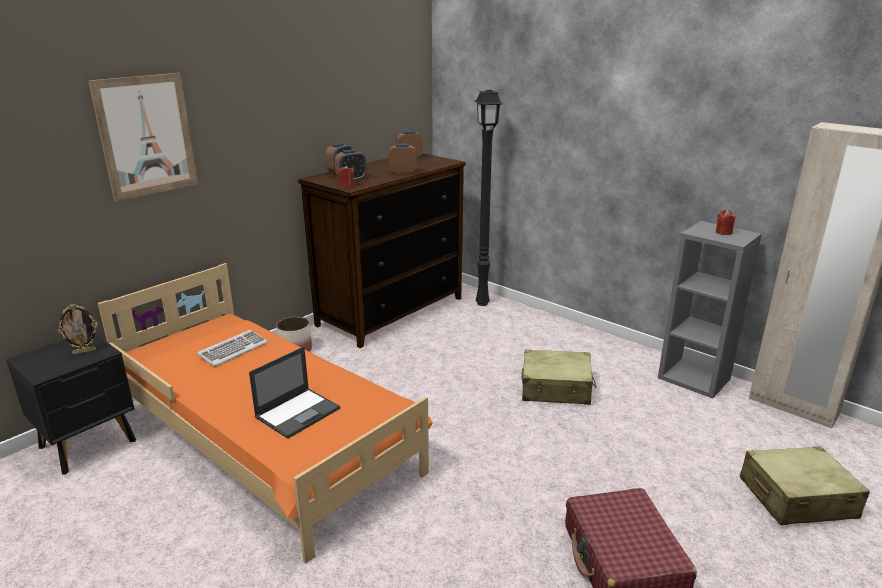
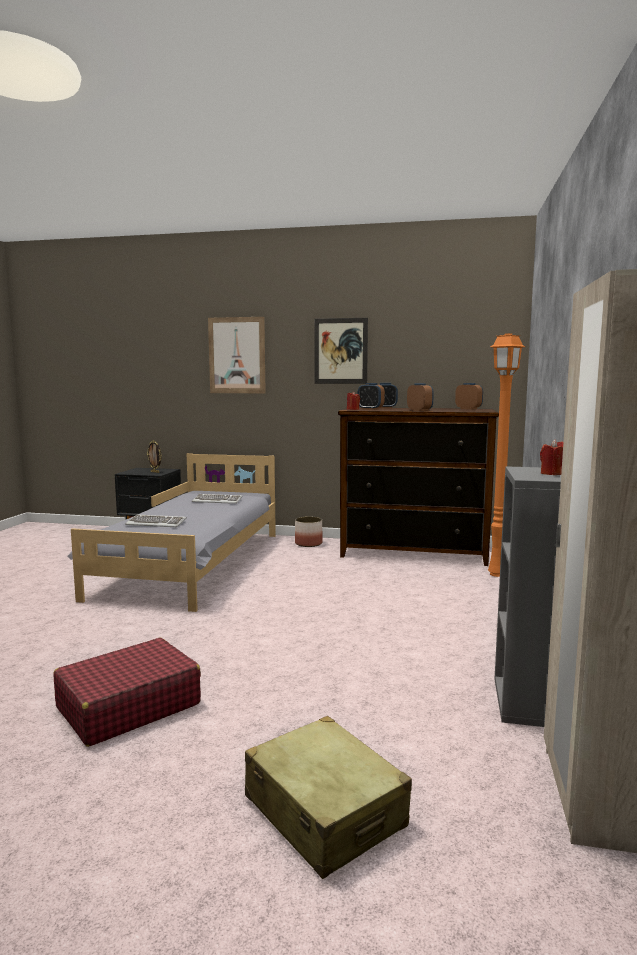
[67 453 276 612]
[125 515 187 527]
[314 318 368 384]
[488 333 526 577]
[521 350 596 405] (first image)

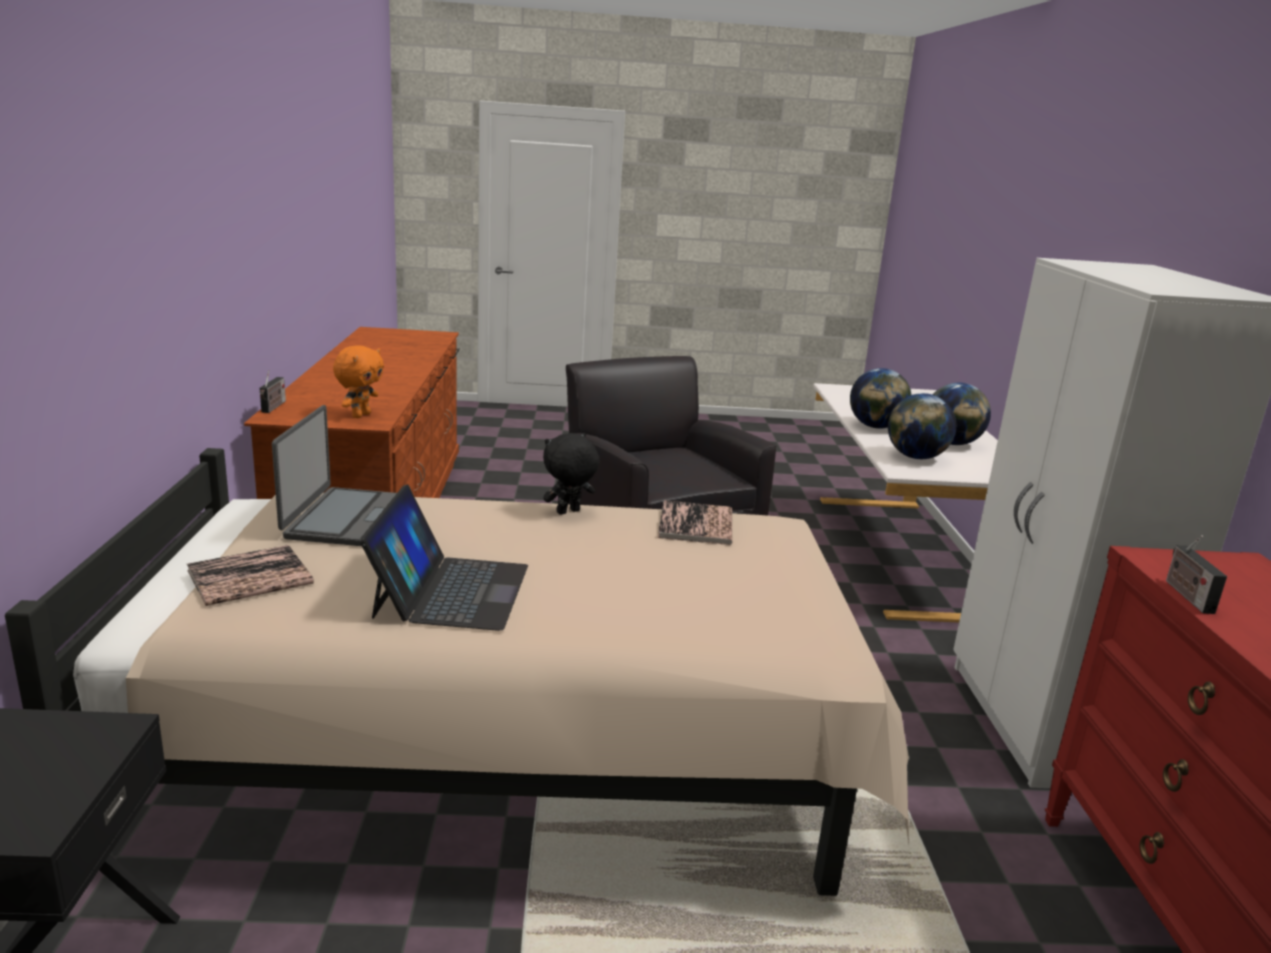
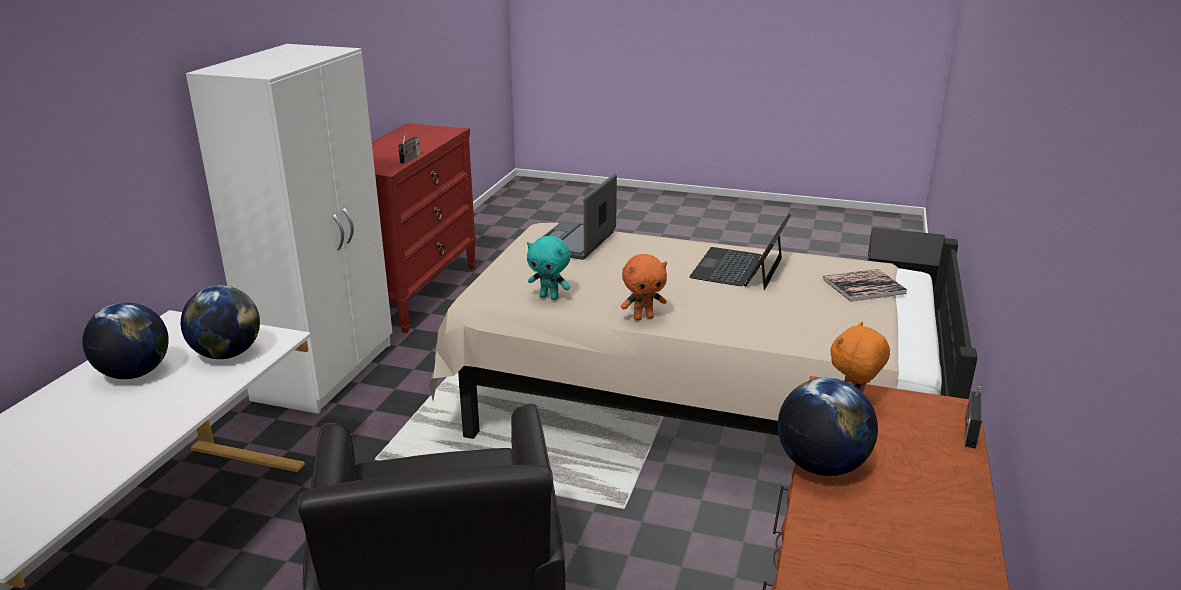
[527 236 571 300]
[542 174 617 260]
[621 254 667 321]
[778 378 878 476]

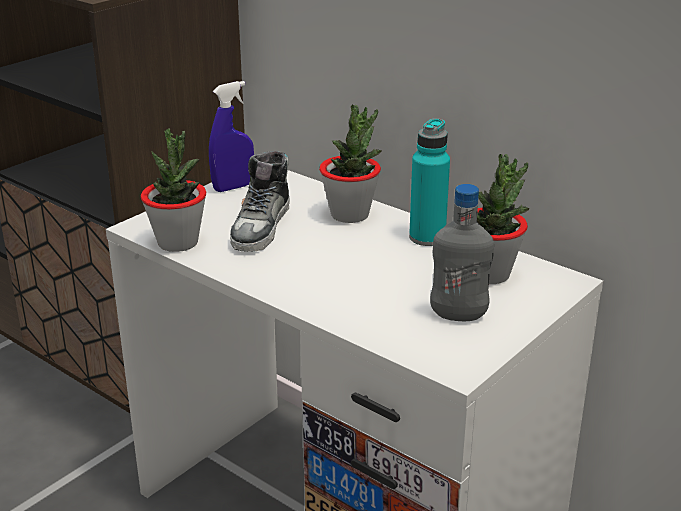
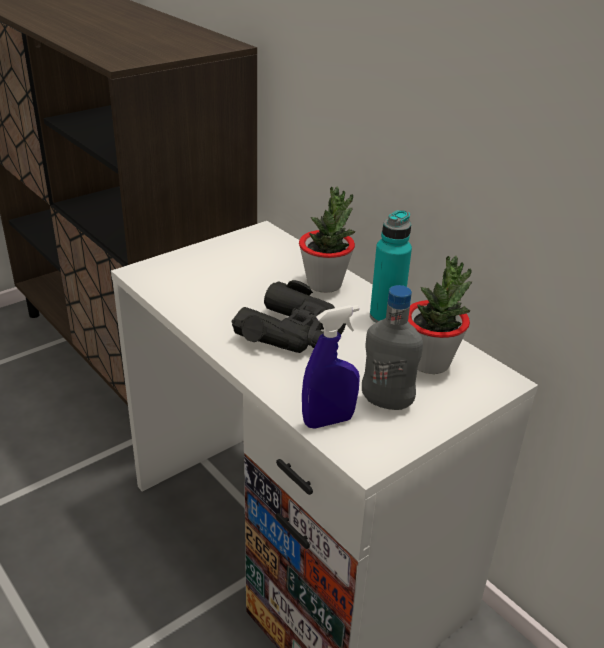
[232 280 346 353]
[302 305 360 429]
[141 128 206 252] (first image)
[230 151 290 252] (first image)

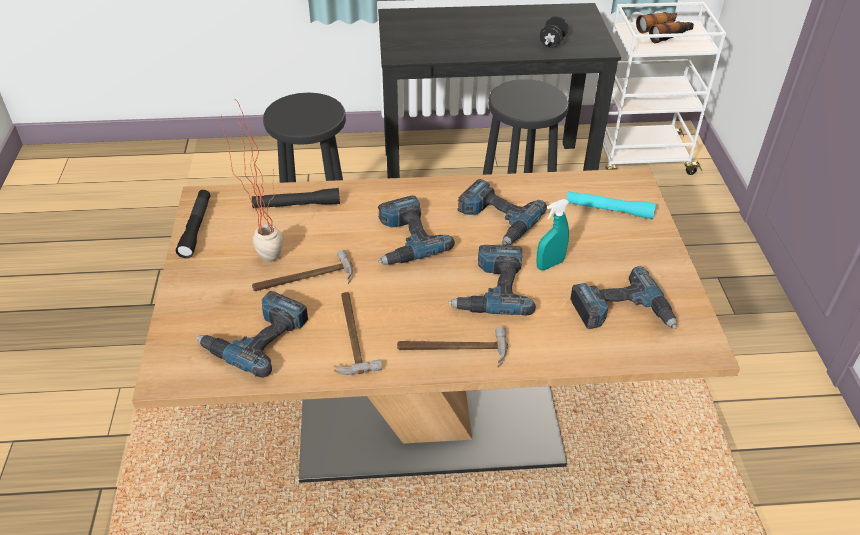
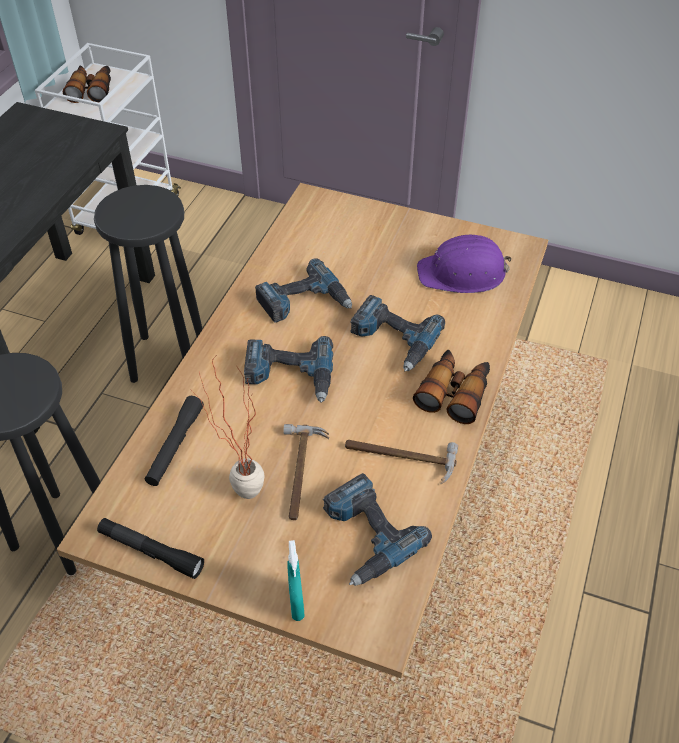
[287 540 305 621]
[413 350 490 424]
[417 235 512 293]
[540 16 568 48] (first image)
[566 191 656 219] (first image)

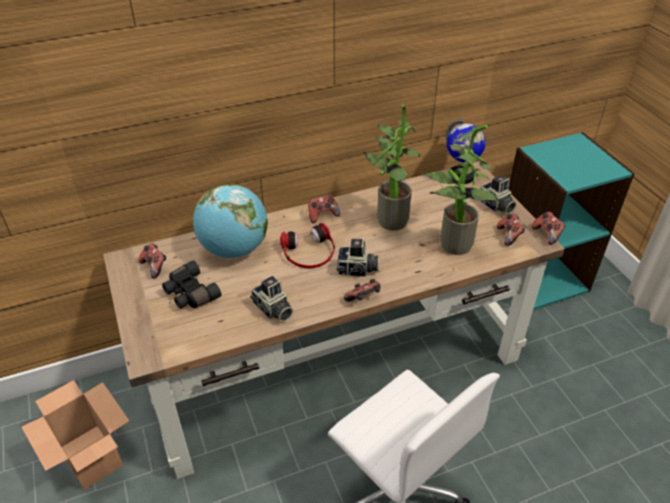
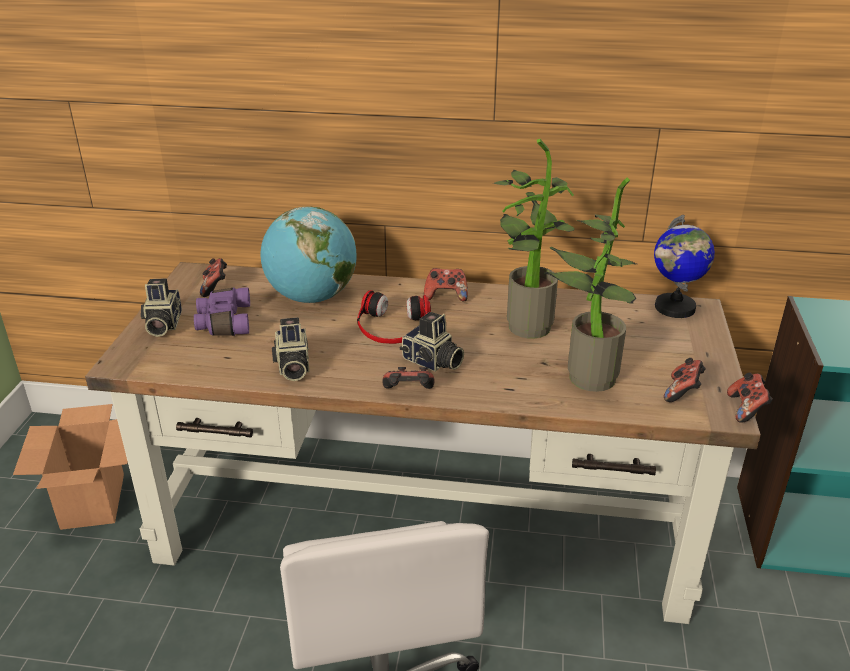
[141 278 182 337]
[194 287 250 336]

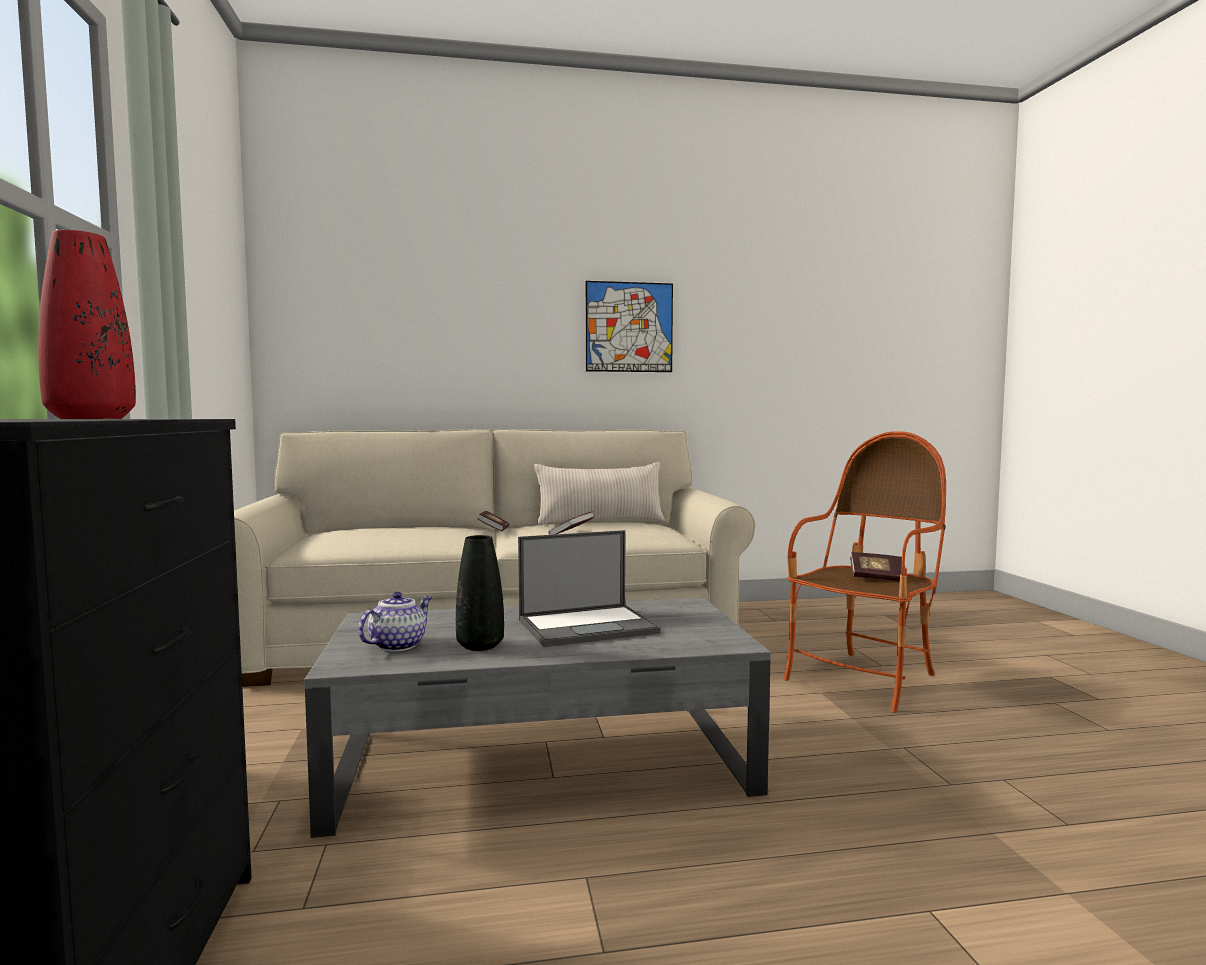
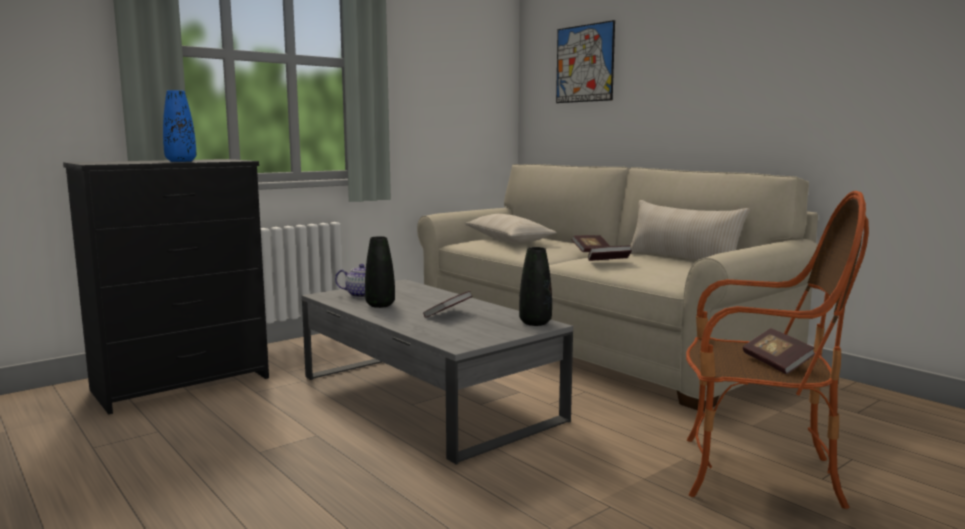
[163 90 196 162]
[423 291 472 318]
[465 214 557 243]
[519 247 552 326]
[556 20 615 103]

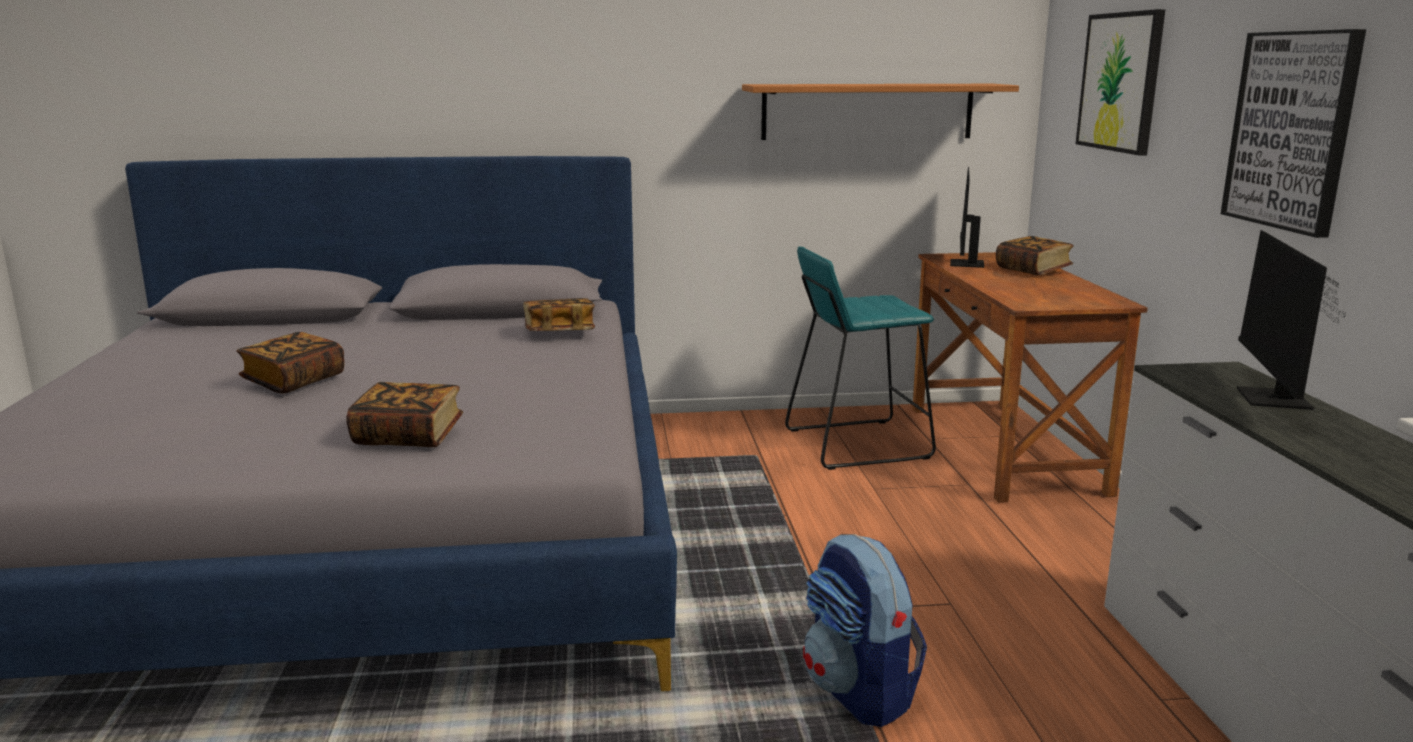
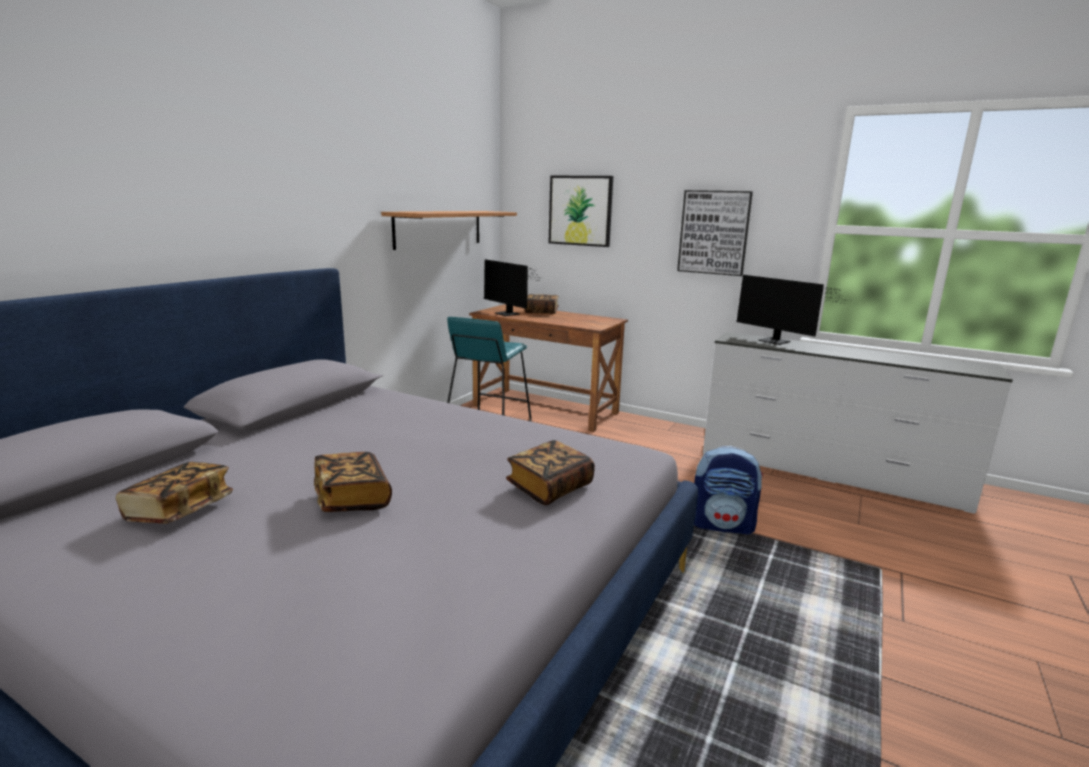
[116 462 233 524]

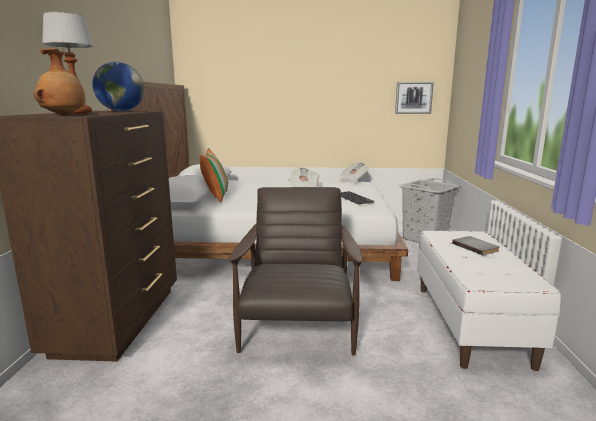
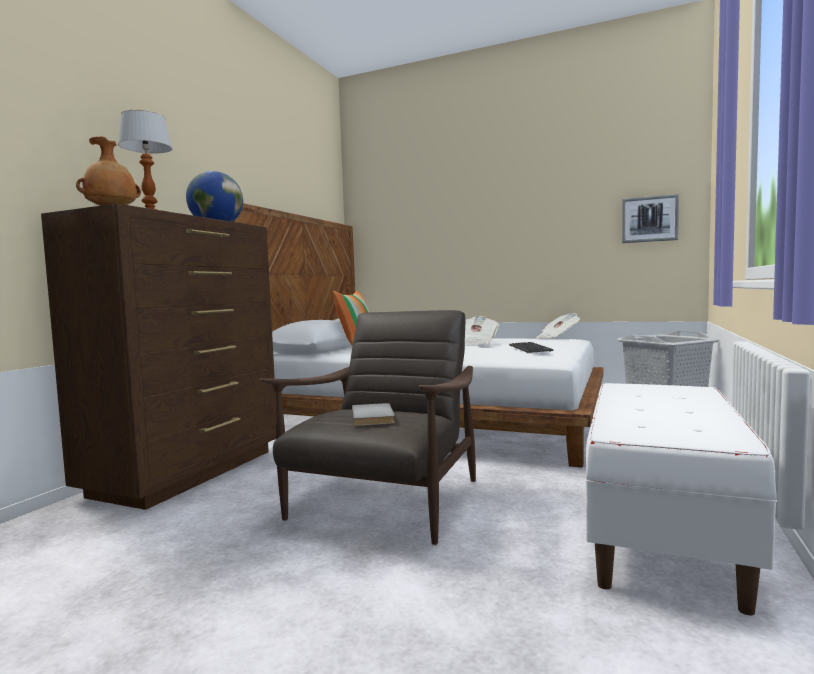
[352 403 395 426]

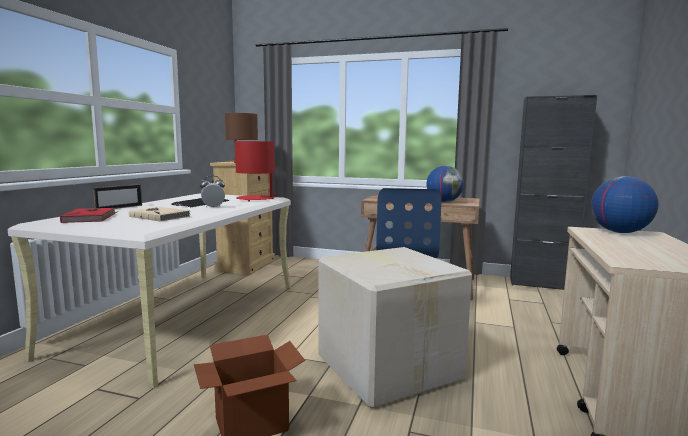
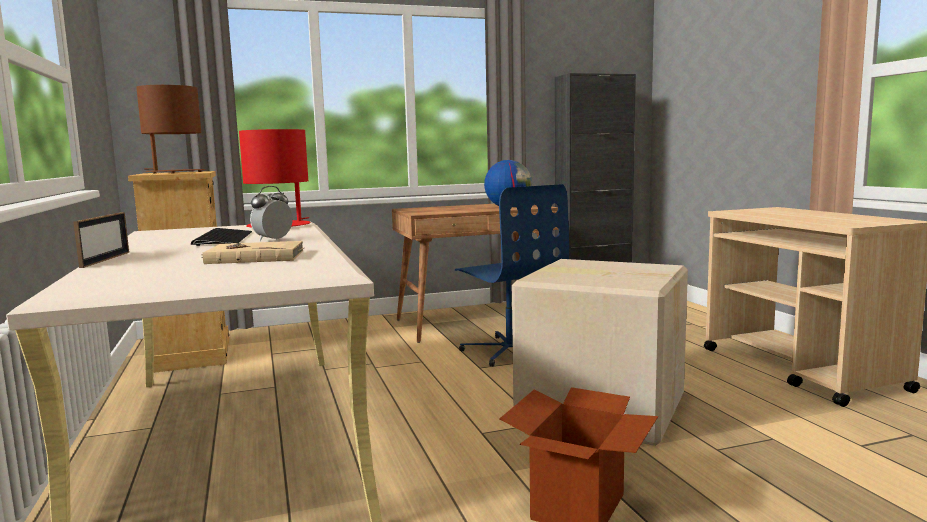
[60 208 117 223] (first image)
[591 176 658 233] (first image)

